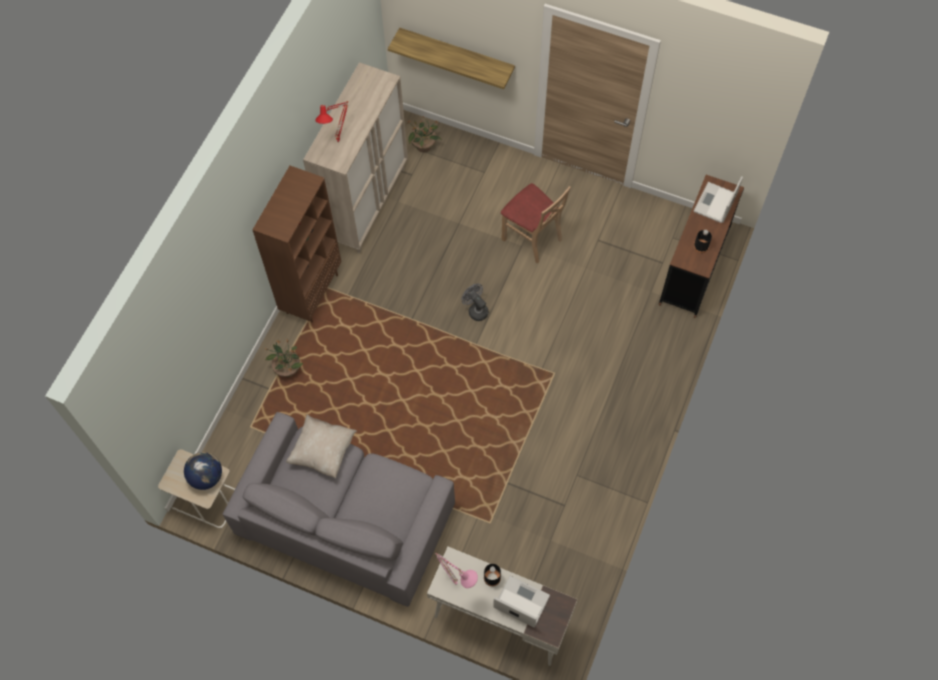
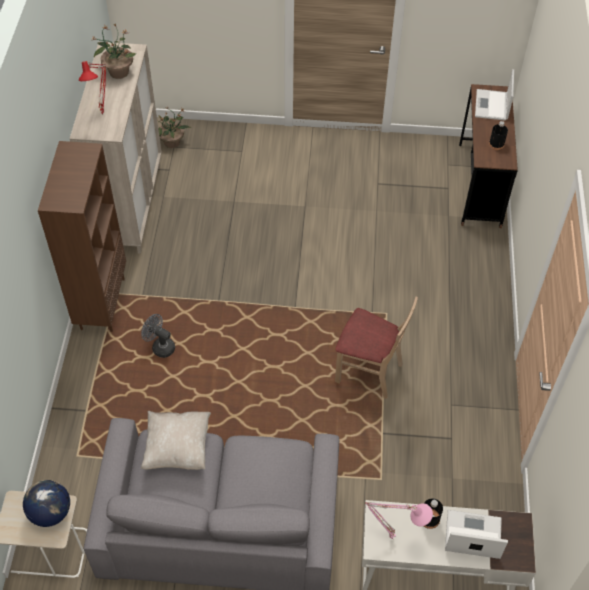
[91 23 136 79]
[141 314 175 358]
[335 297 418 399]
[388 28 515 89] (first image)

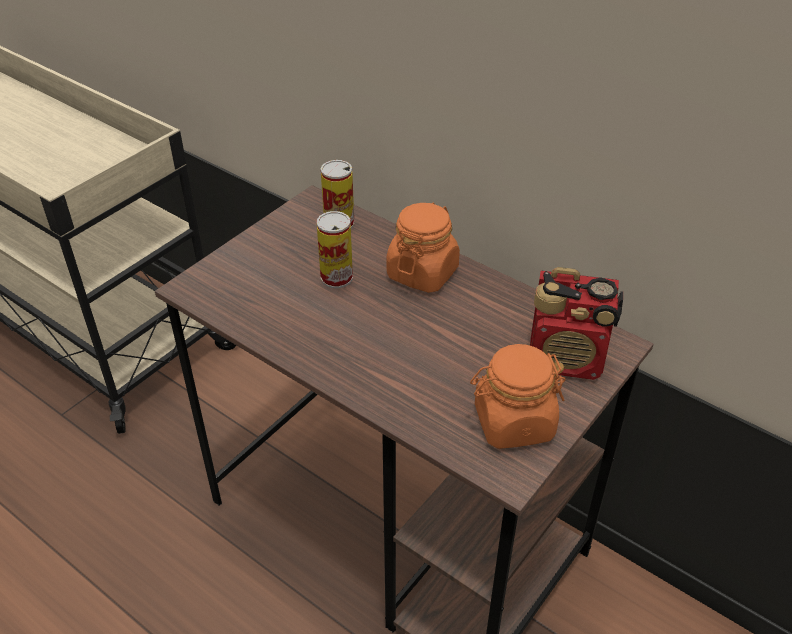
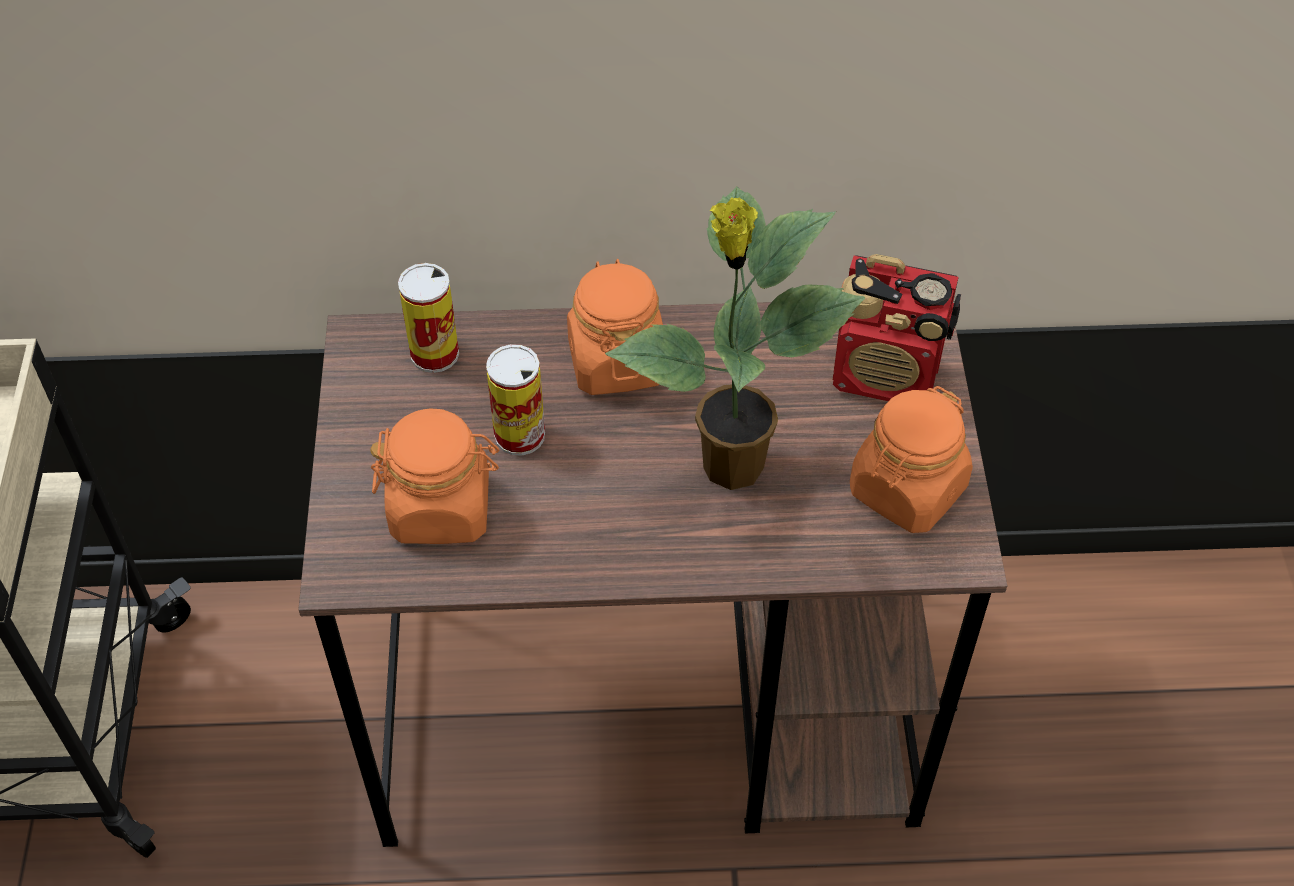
[370 408 499 544]
[605 186 865 490]
[833 254 961 401]

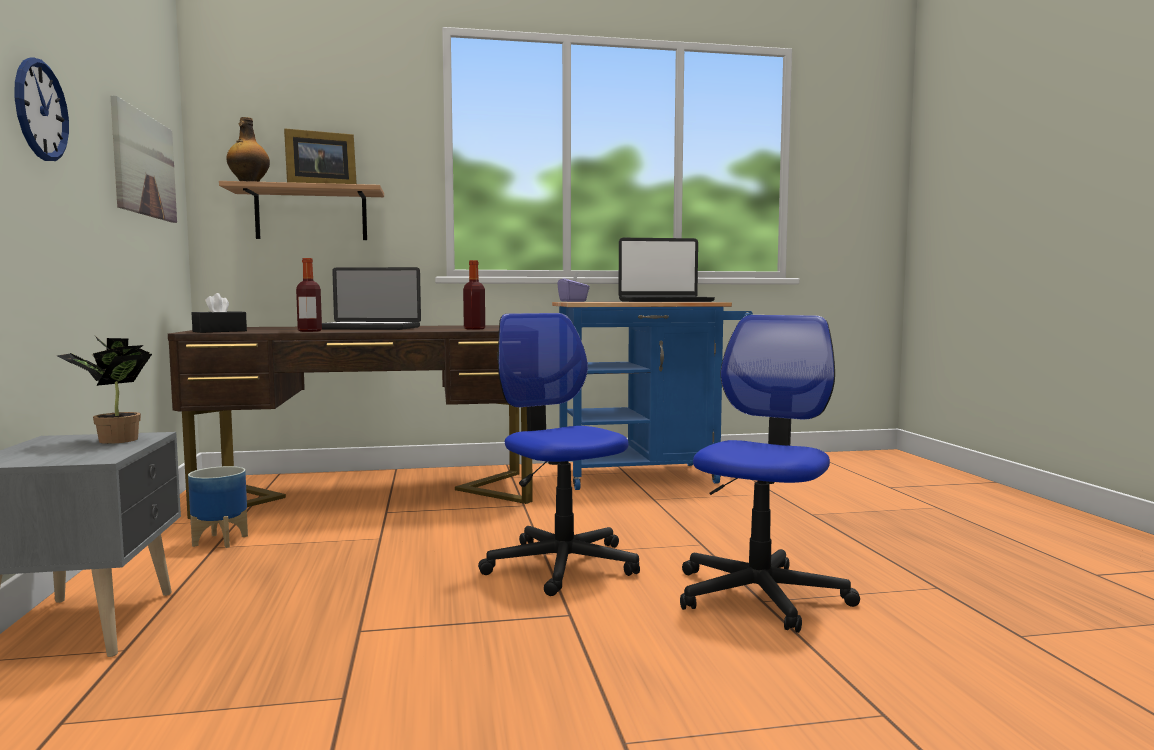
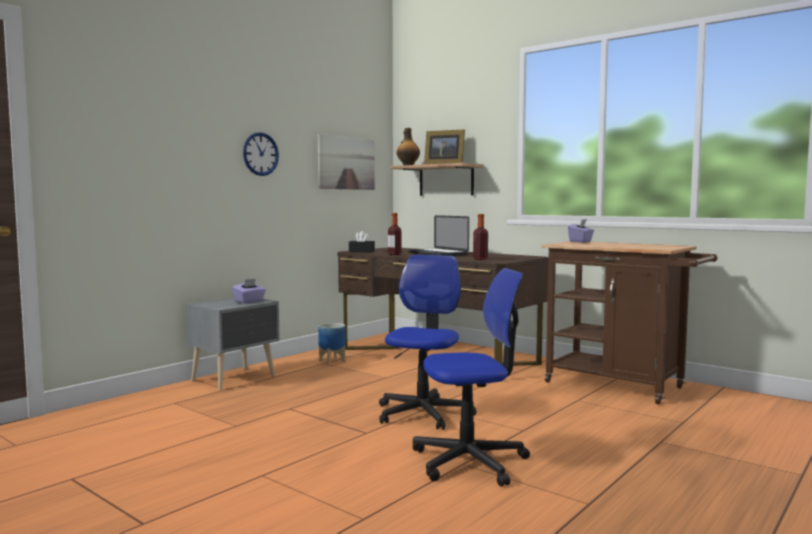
[232 279 266 303]
[541 241 717 404]
[618 238 715 302] (first image)

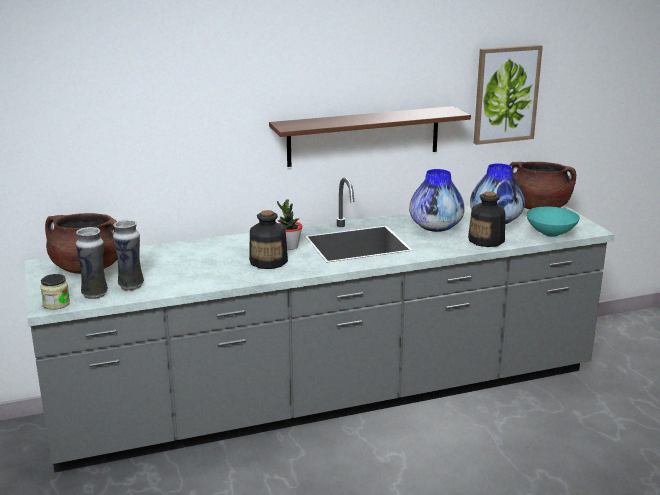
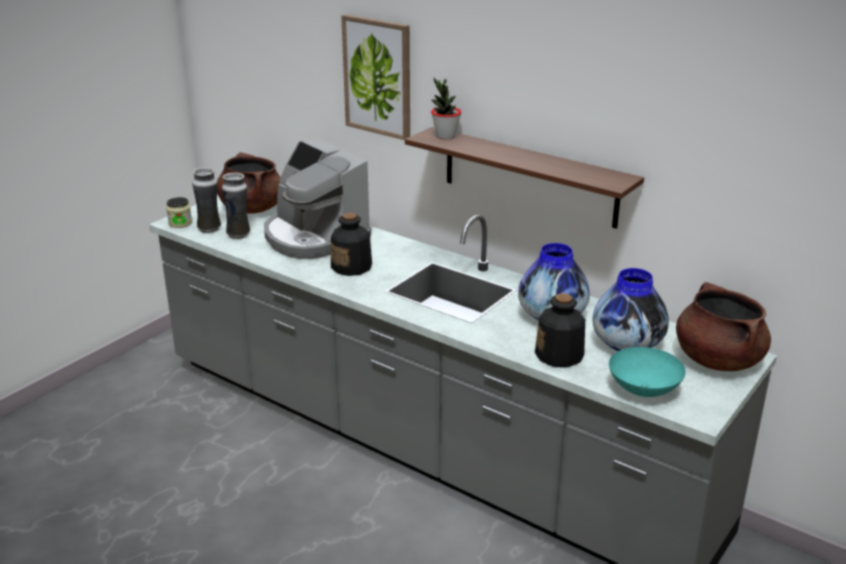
[264 138 371 259]
[341 14 410 140]
[431 77 461 139]

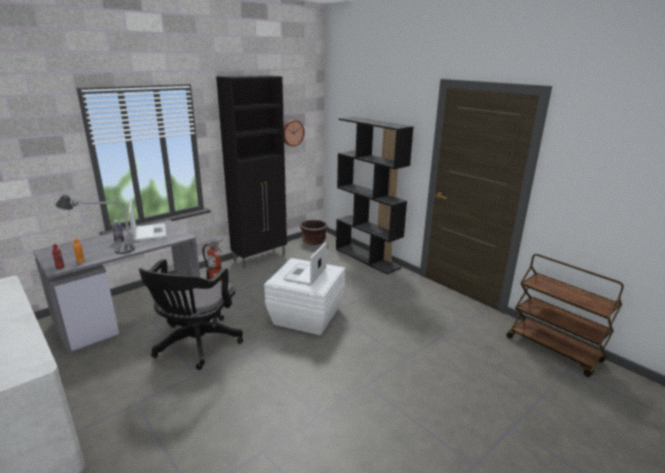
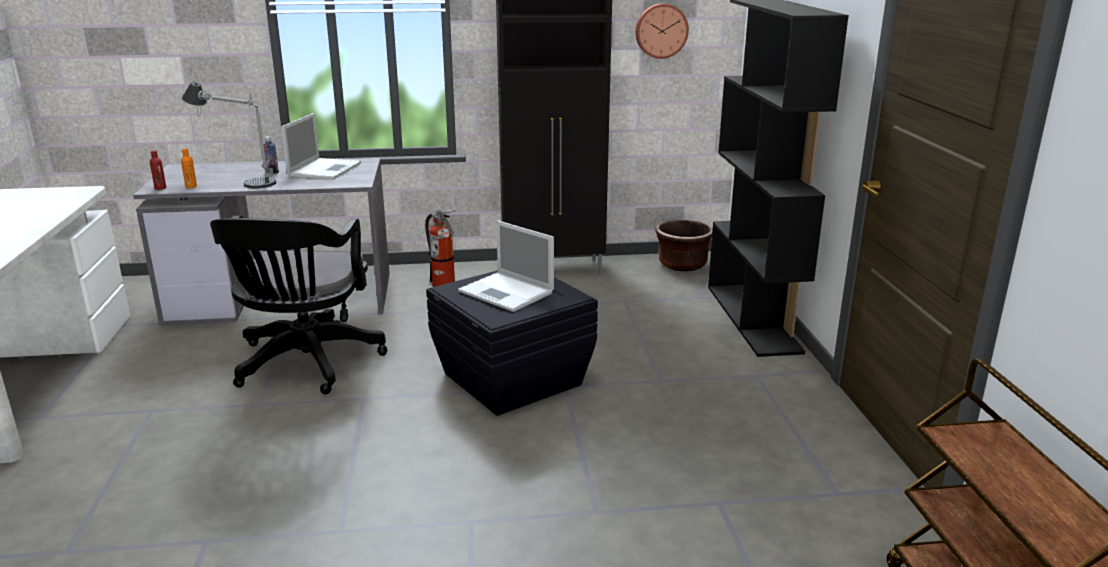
[210 216 388 394]
[426 270 598 416]
[458 220 554 312]

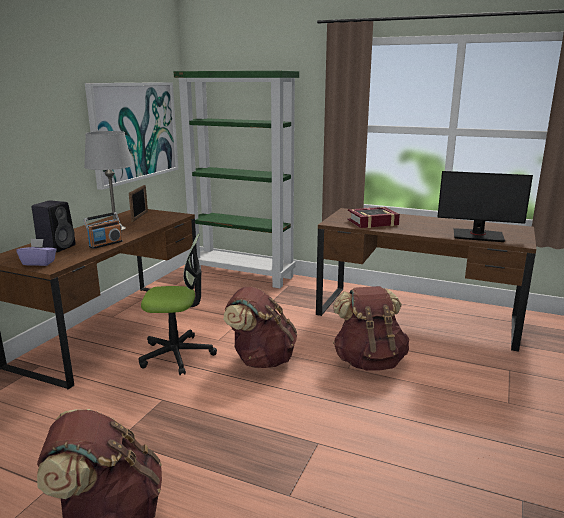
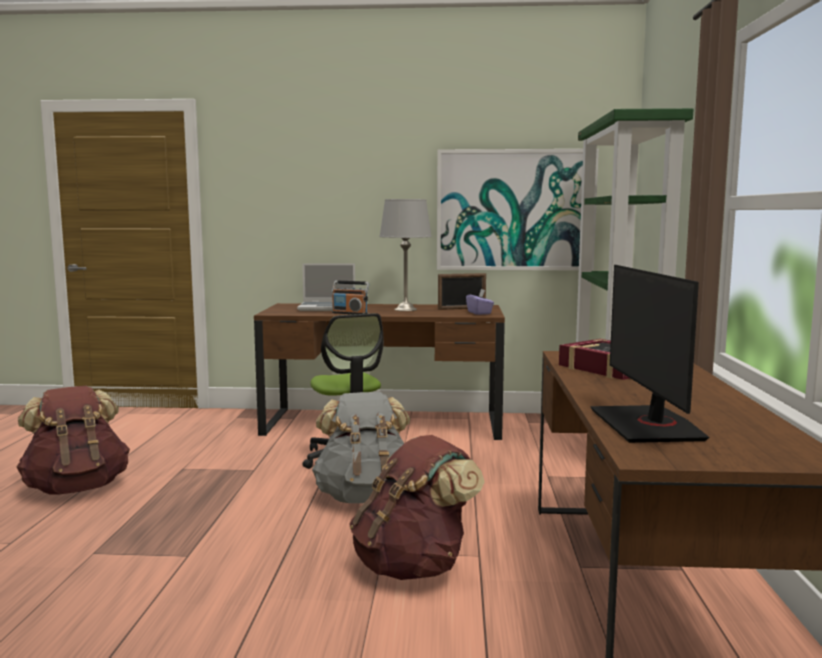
[297 263 355 311]
[312 392 410 503]
[466 289 494 315]

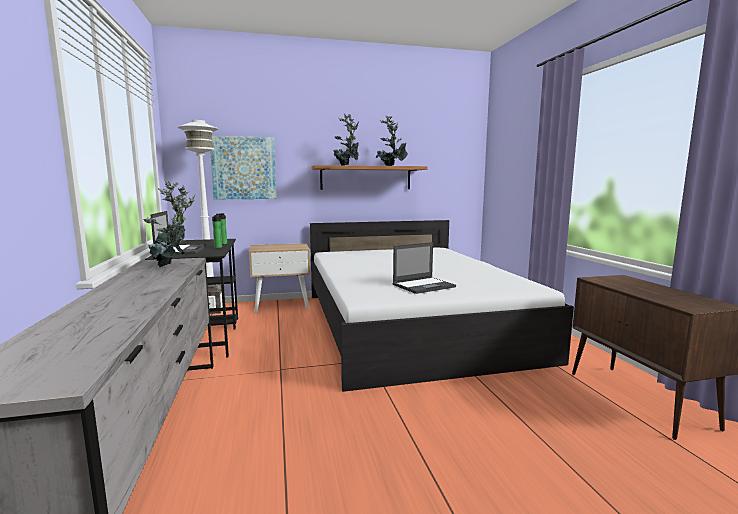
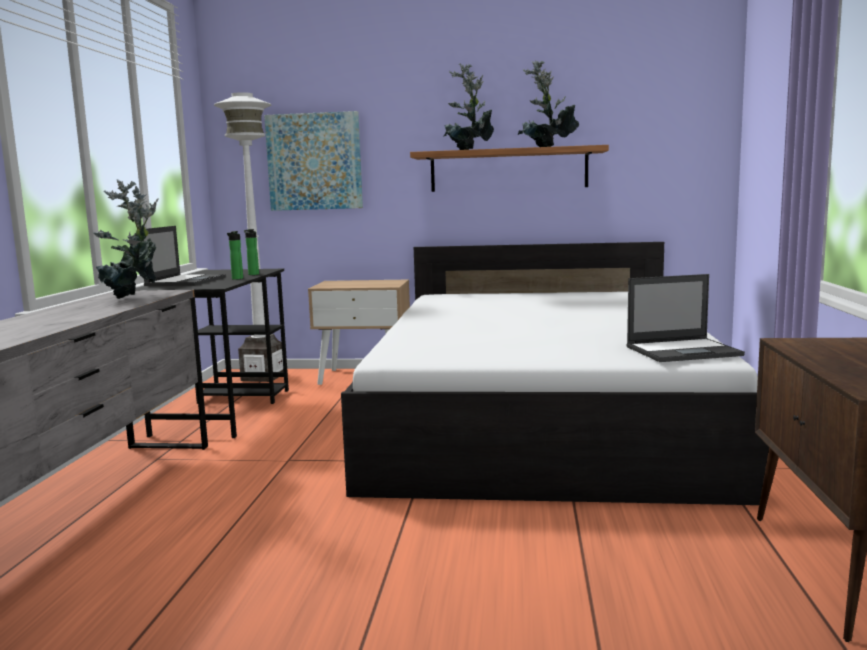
[626 274 745 362]

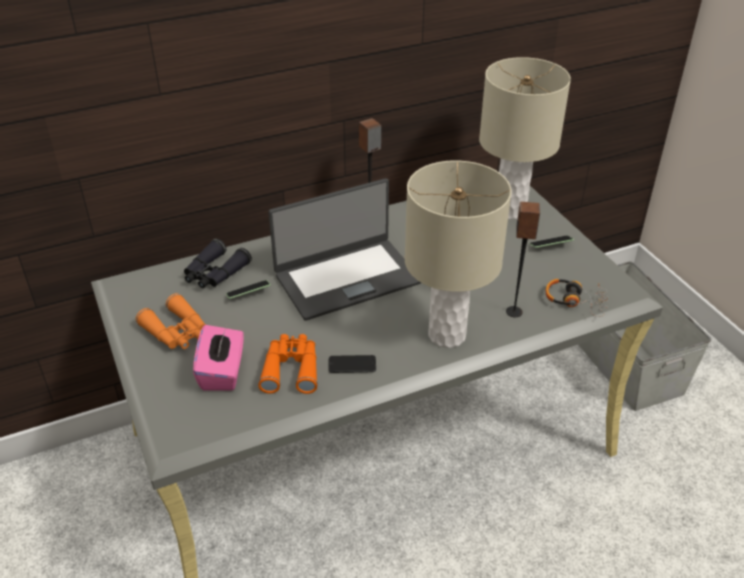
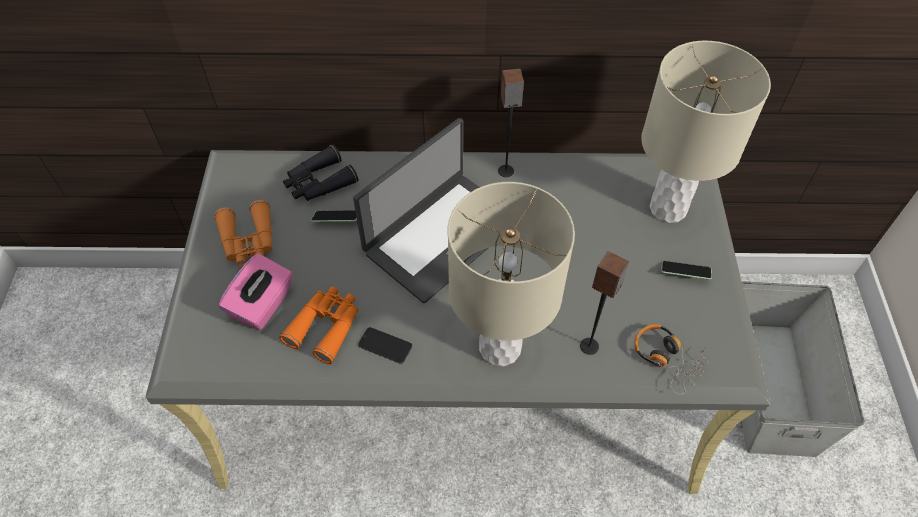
[353 118 488 303]

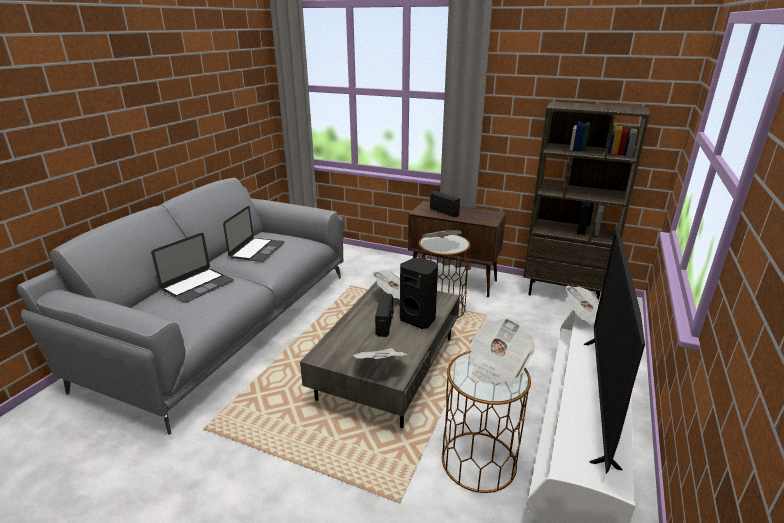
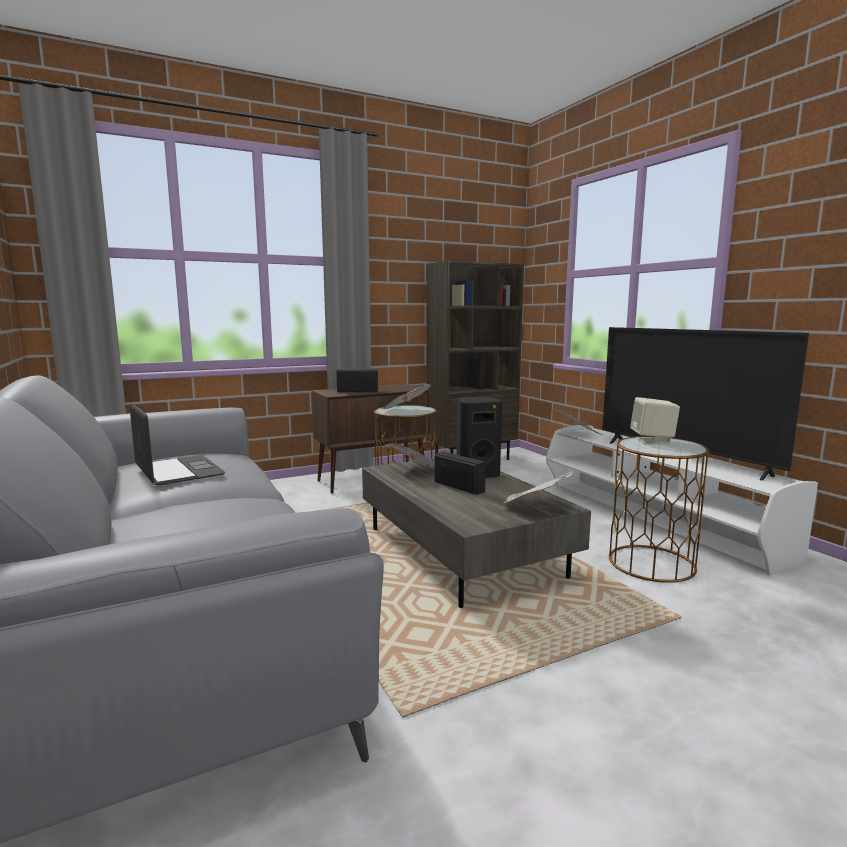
[630 397 680 445]
[151 233 234 303] (first image)

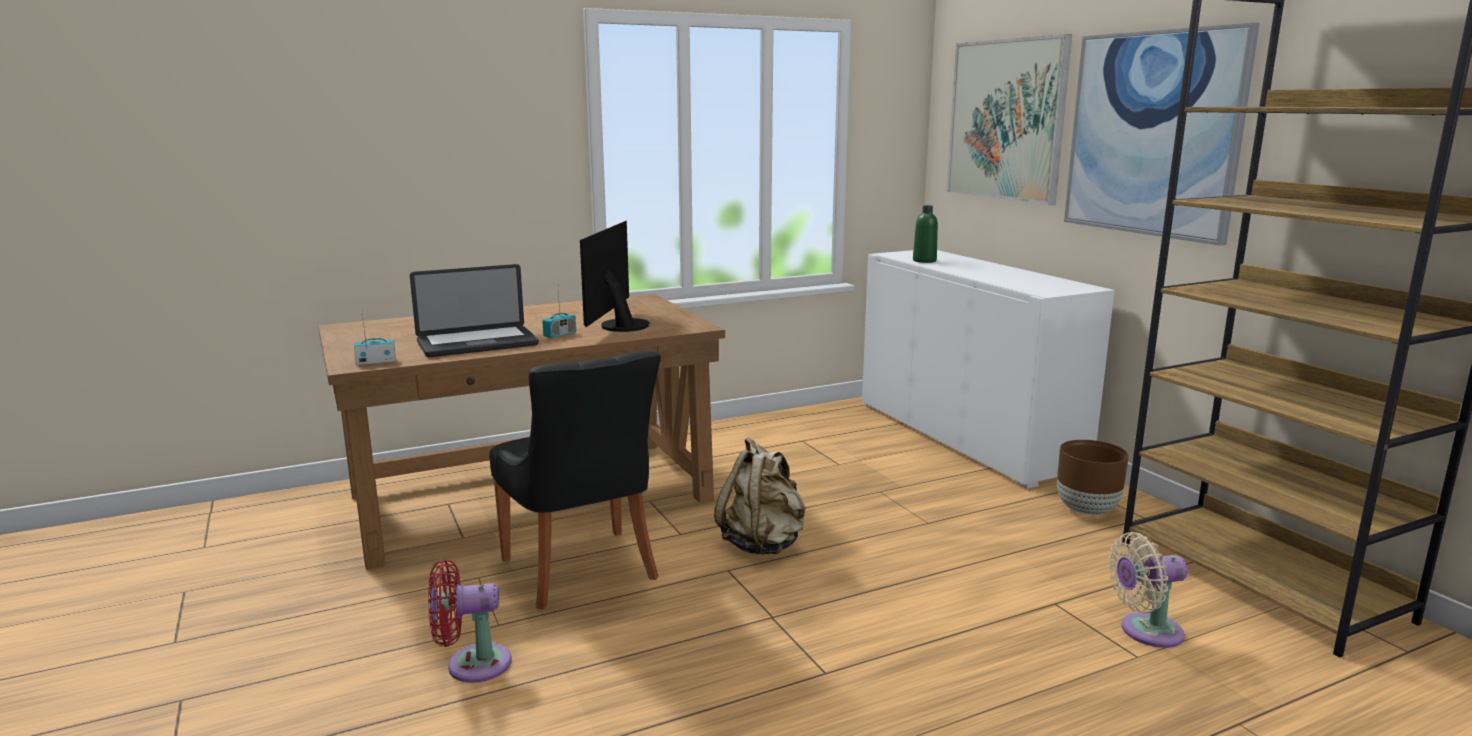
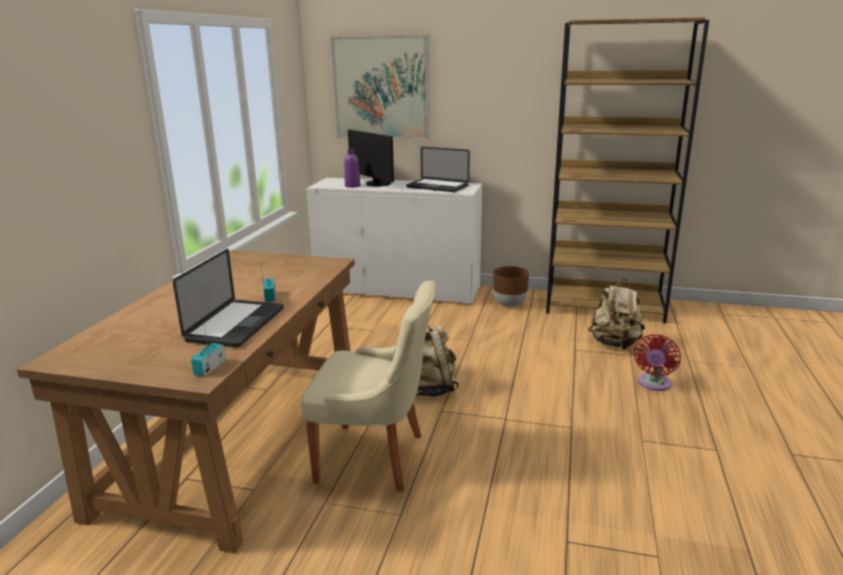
[301 281 435 492]
[344 149 361 188]
[348 129 394 187]
[406 147 470 192]
[588 279 645 350]
[634 334 681 391]
[1064 22 1260 246] (first image)

